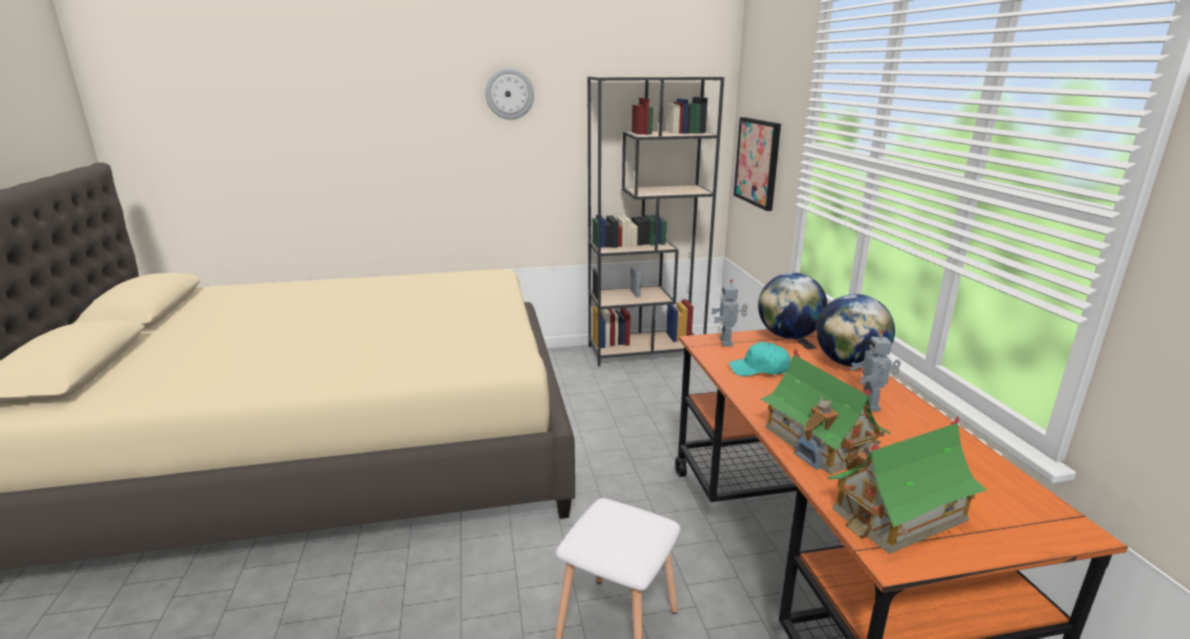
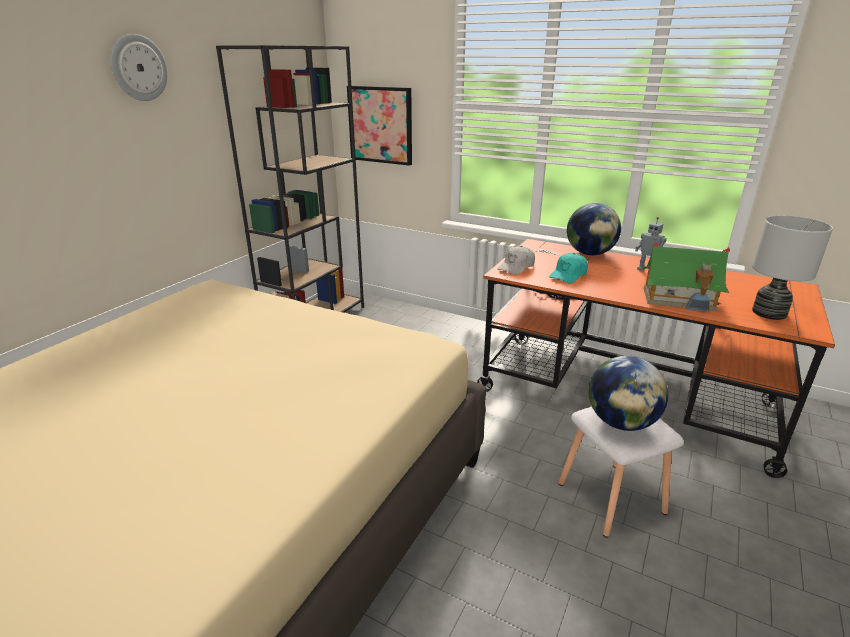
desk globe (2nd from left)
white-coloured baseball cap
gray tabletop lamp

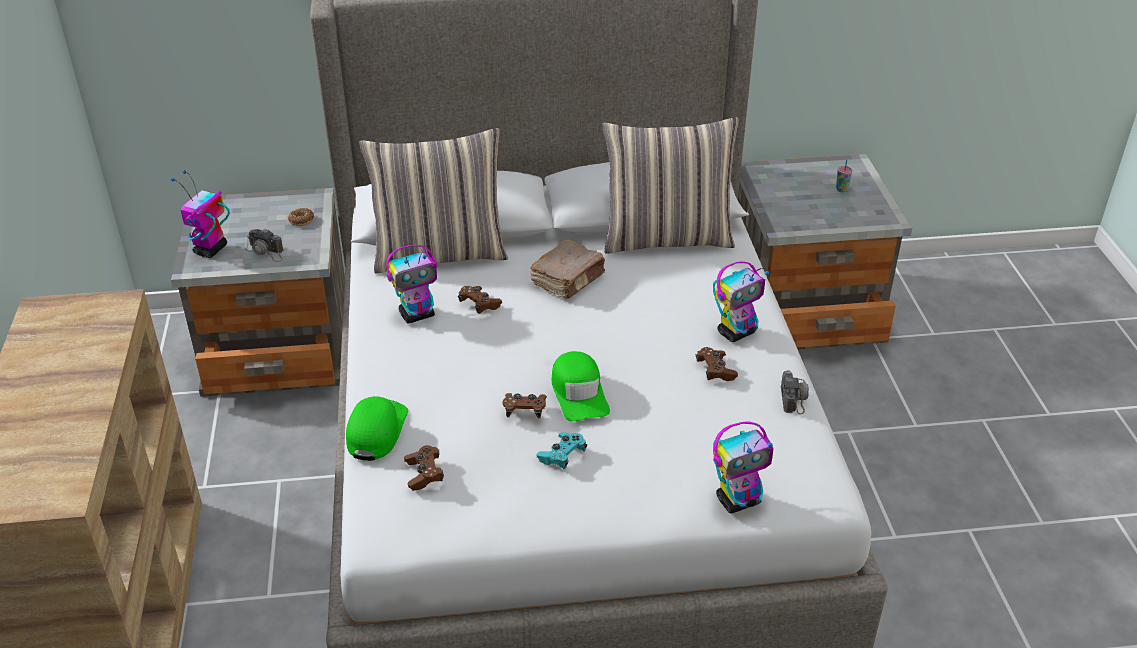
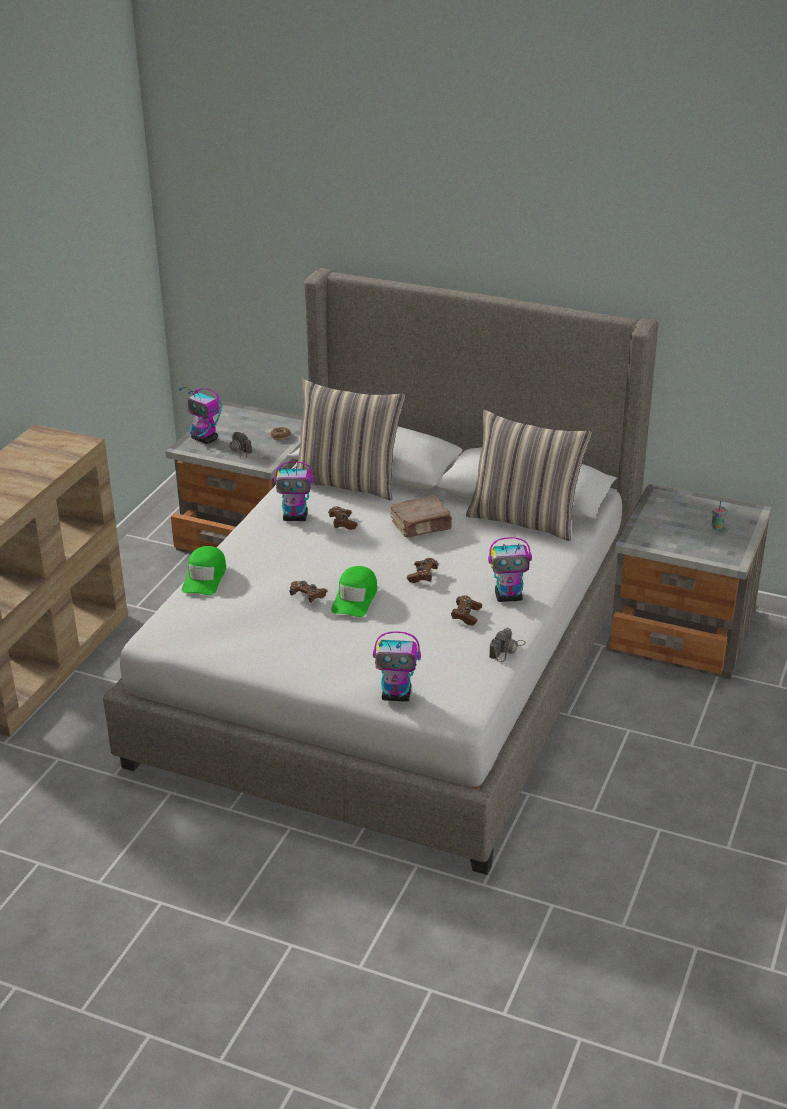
model robot (1st from left)
green baseball cap (1st from left)
blue-green game controller
brown game controller (3rd from left)

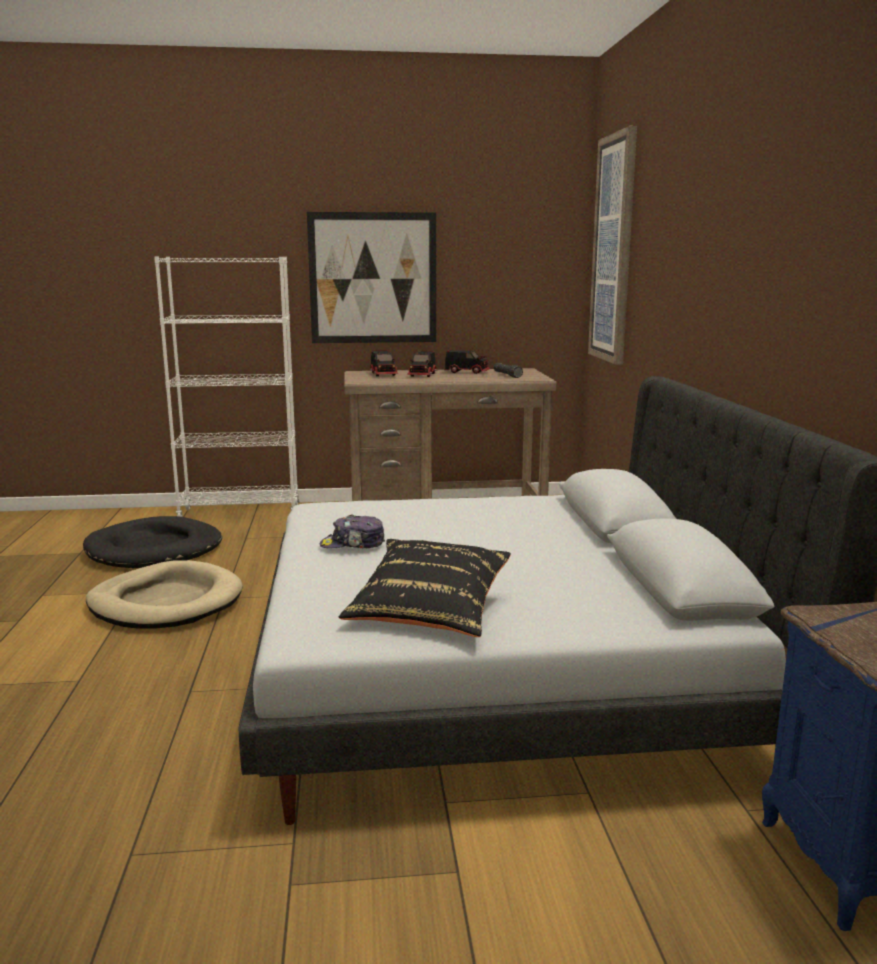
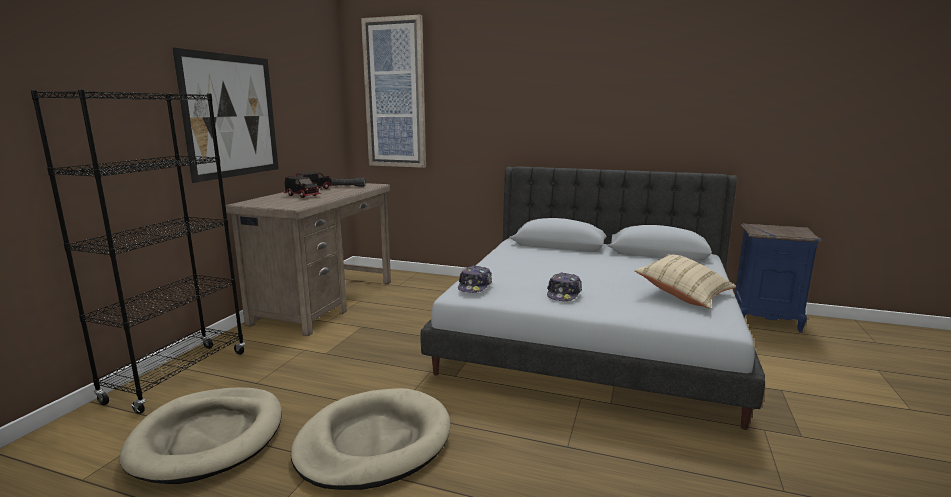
black bookcase
toy truck (1st from left in the first image)
beige dog cushion (1st from left)
beige throw pillow
baseball cap (1st from left)

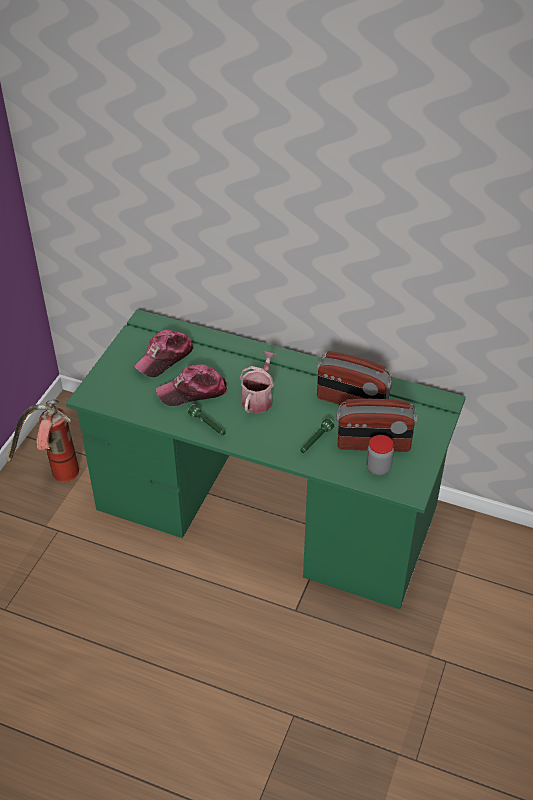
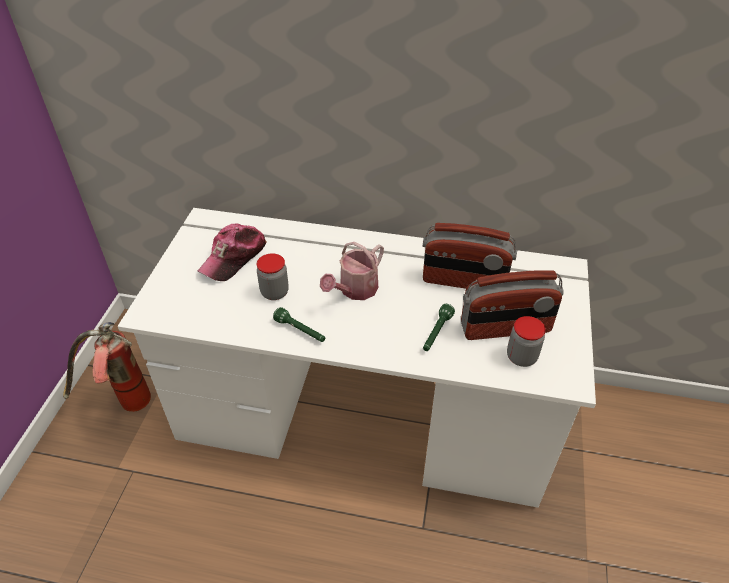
white-coloured desk
sprinkling can
jar (1st from left)

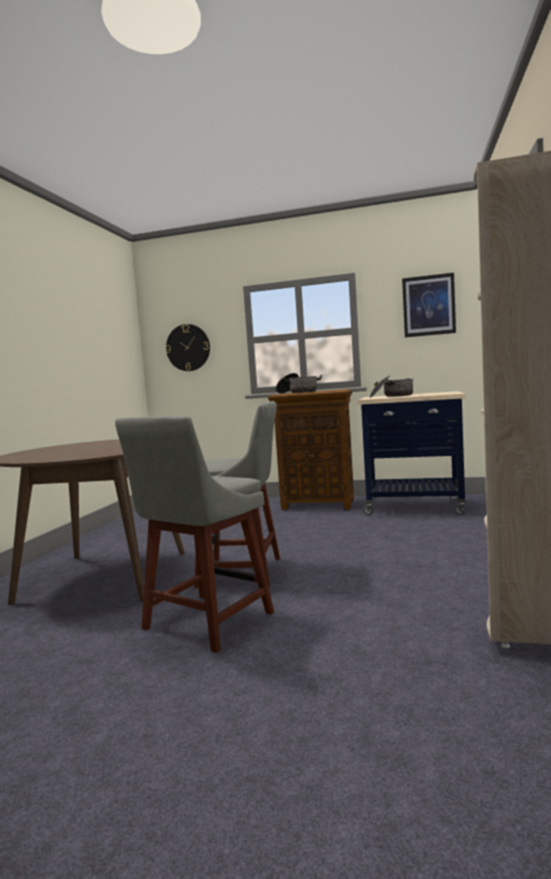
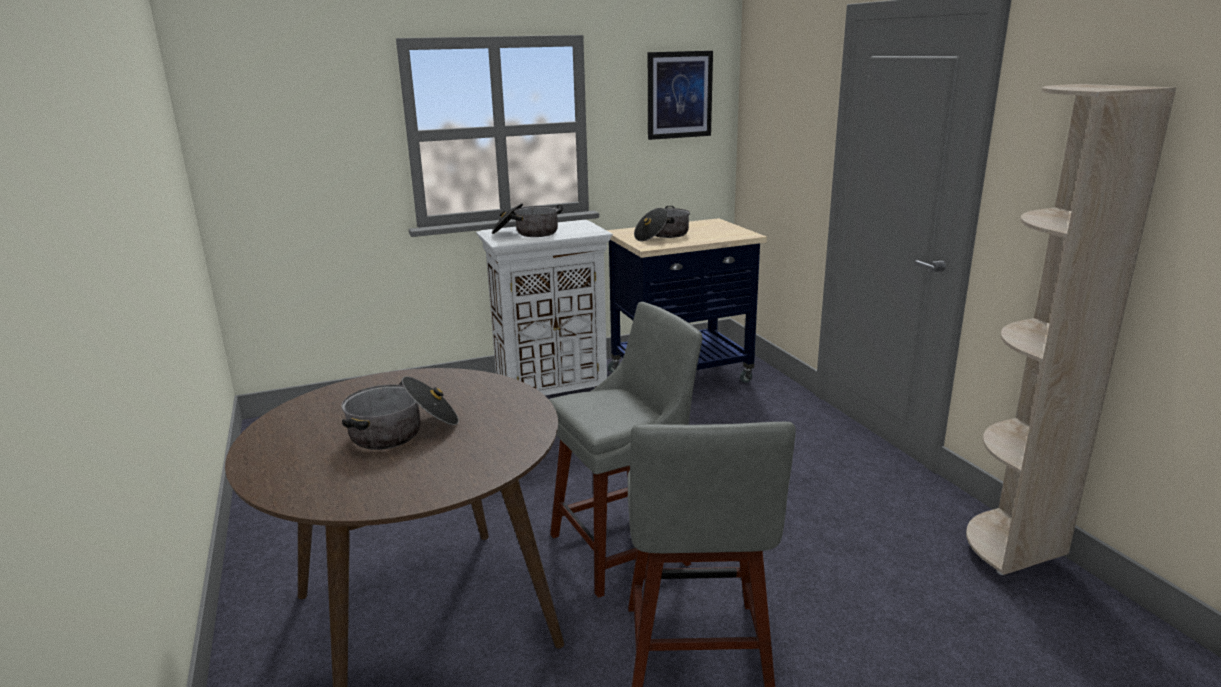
clock on the wall
white-coloured cabinet
cooking pot (1st from left)

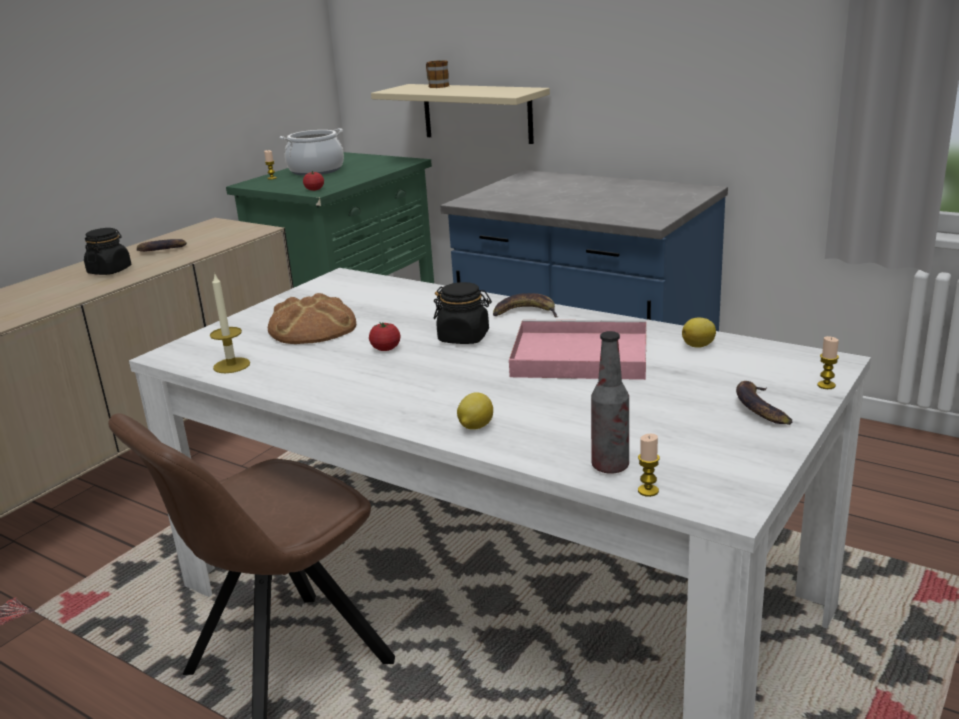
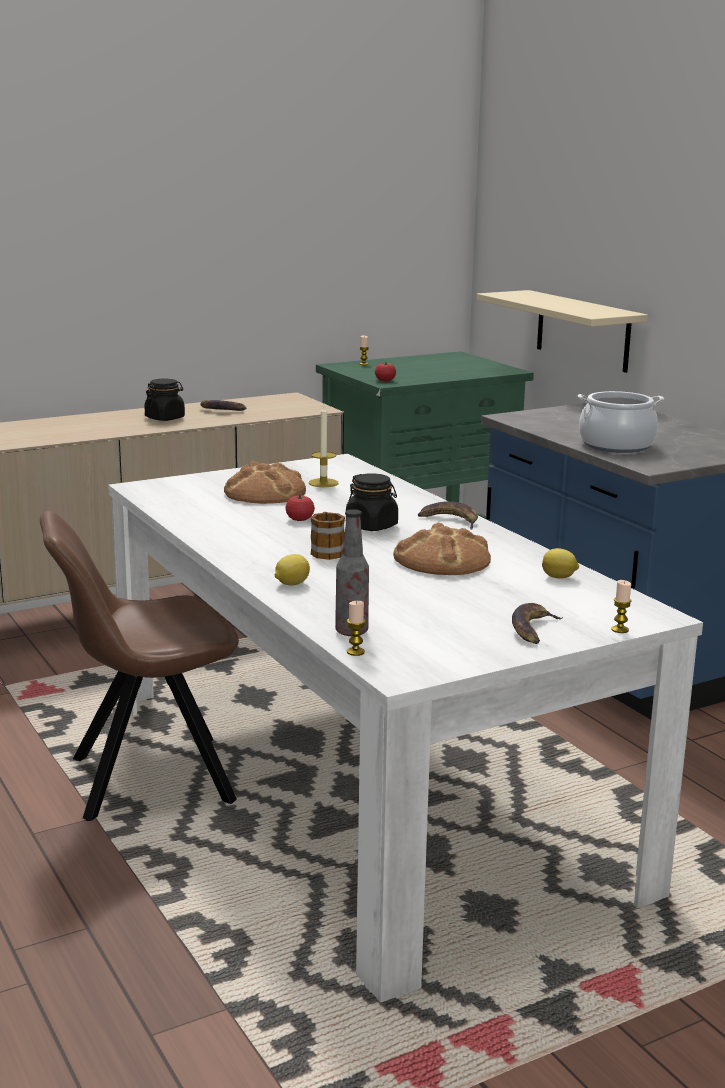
tea mug
cooking pot
wax candle (1st from left)
baked bread (2nd from left)

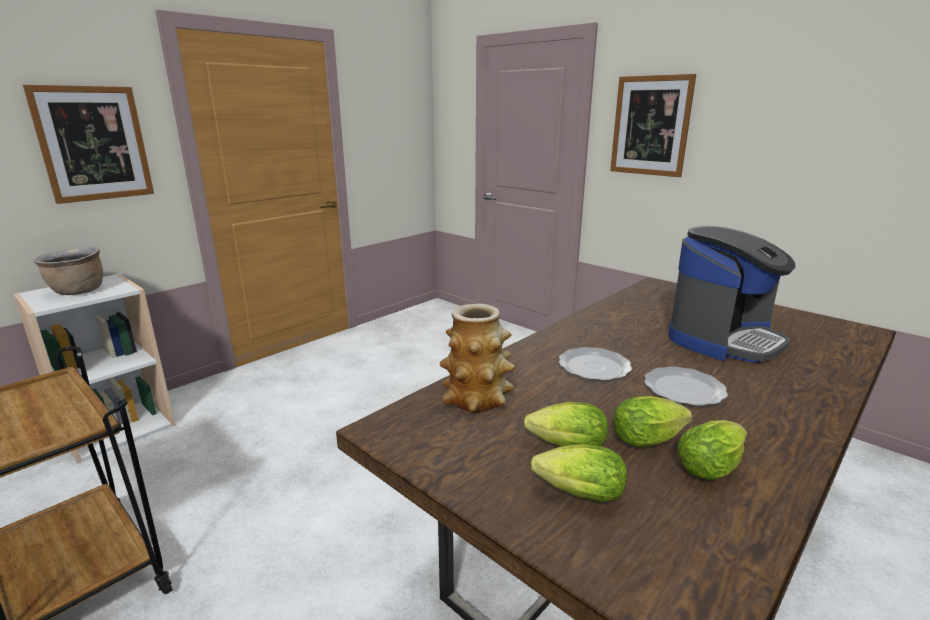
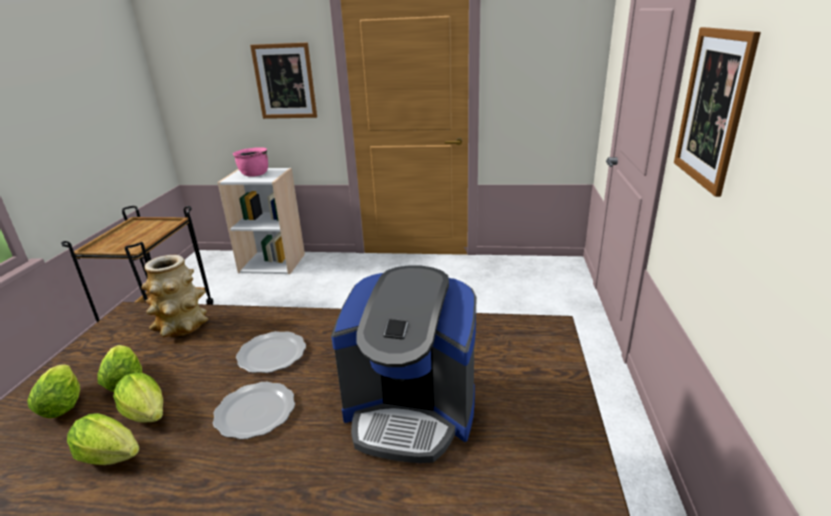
pink-coloured cooking pot

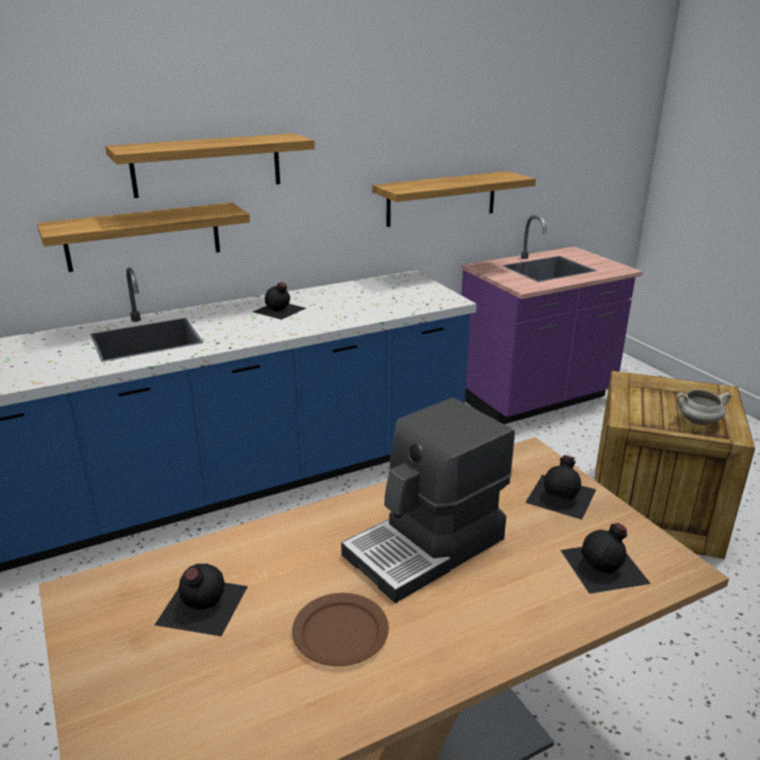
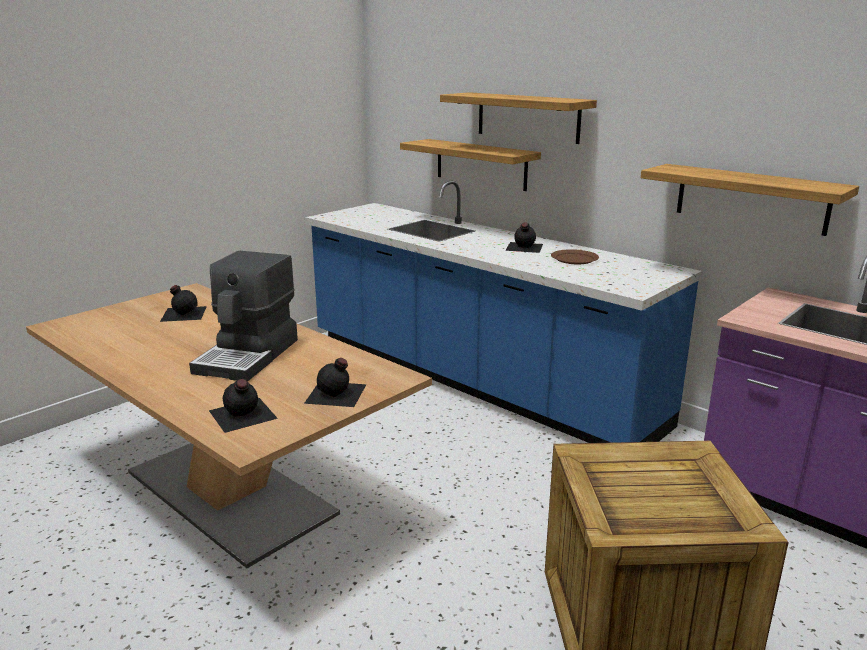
white-coloured cooking pot
coffee brewer
brown flat dish

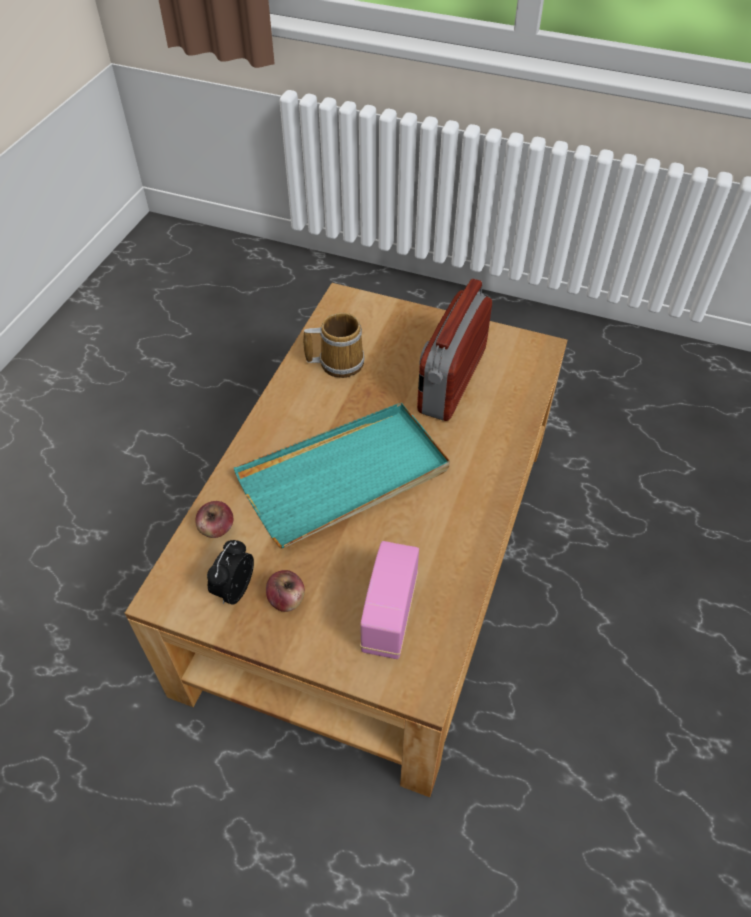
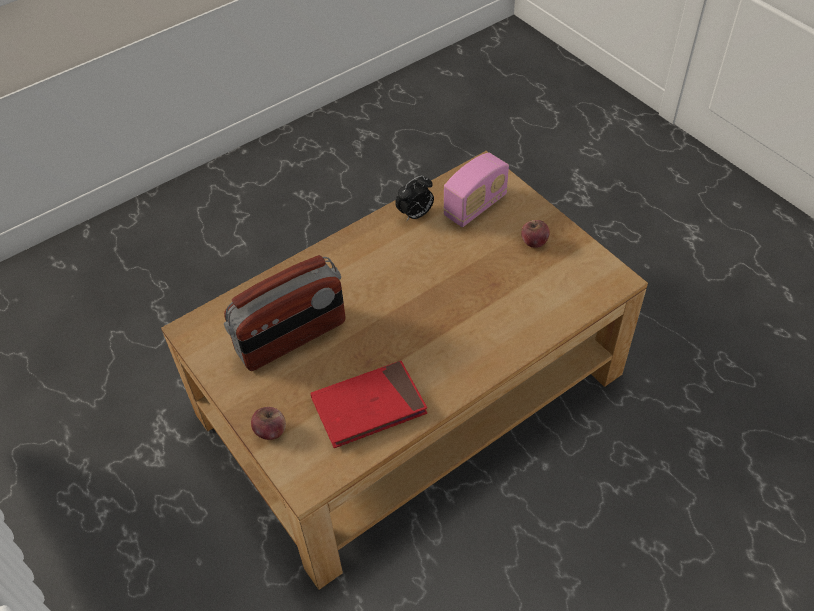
red book
blue-green carrying tray
whole apple (1st from left)
alarm clock

